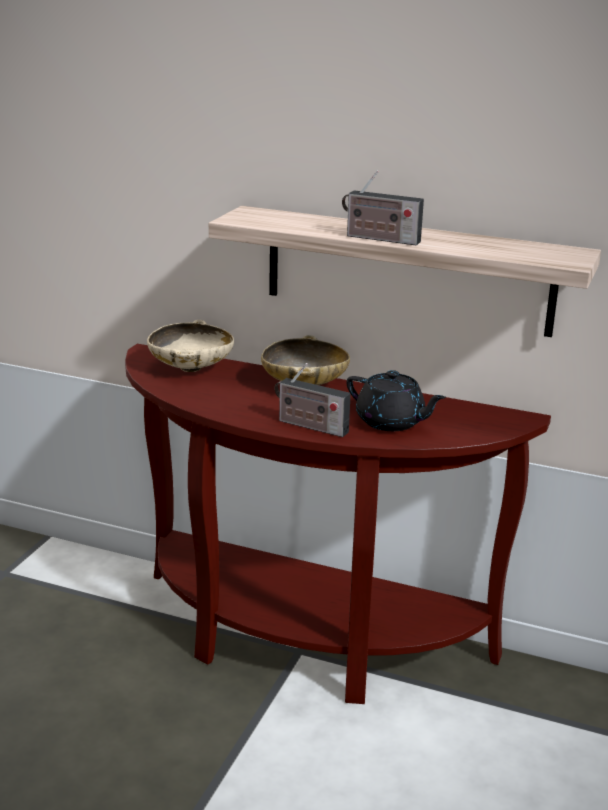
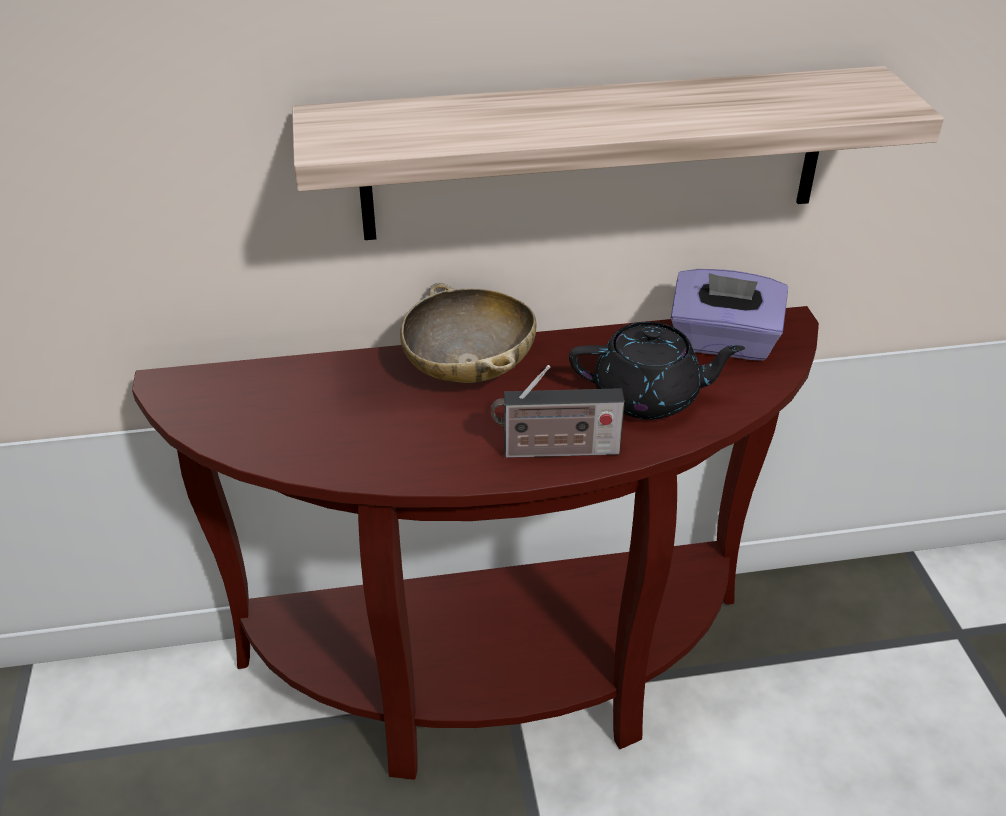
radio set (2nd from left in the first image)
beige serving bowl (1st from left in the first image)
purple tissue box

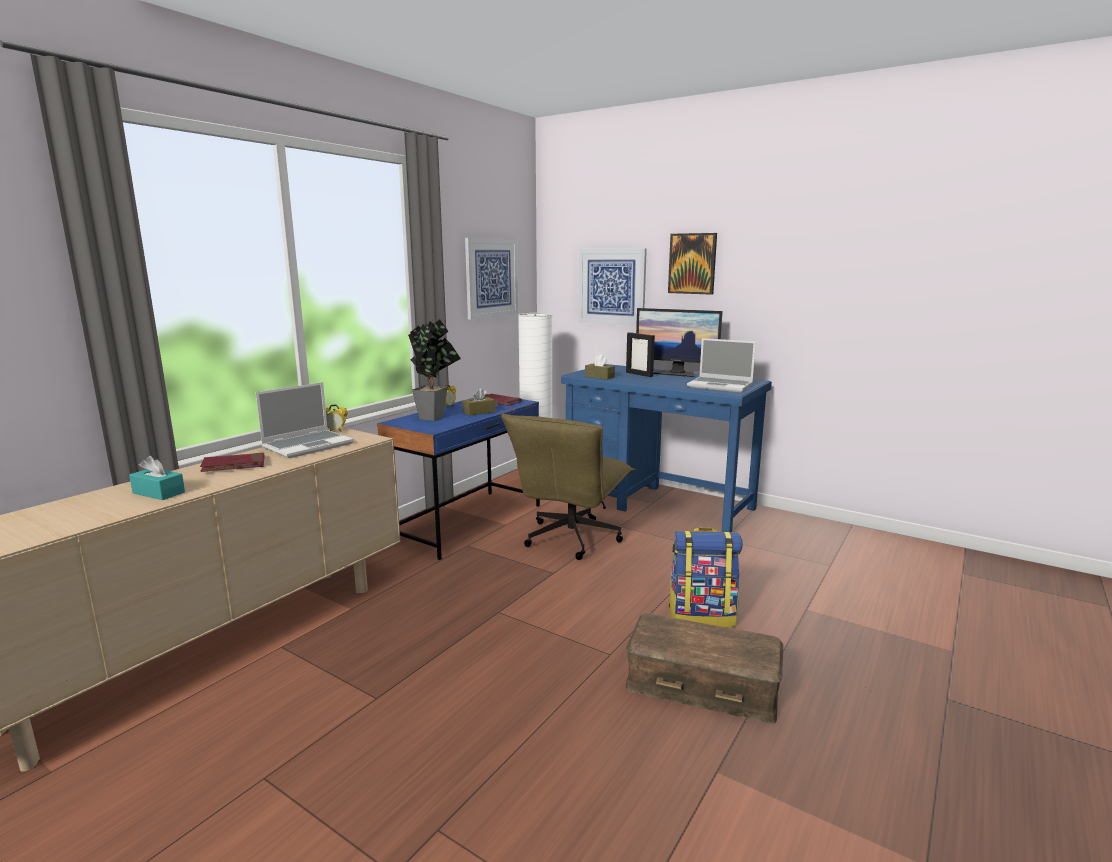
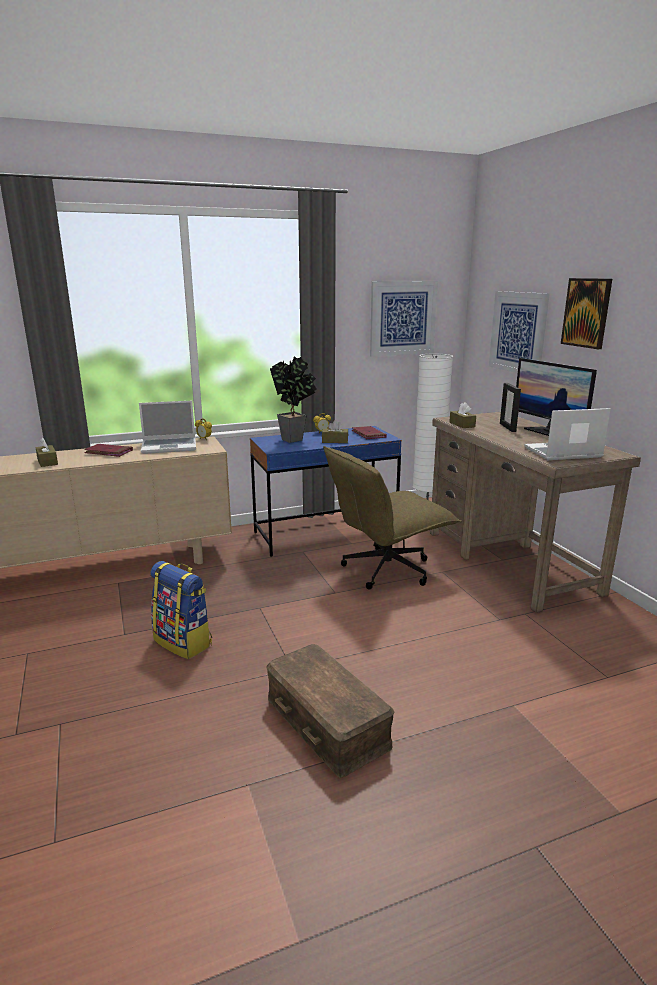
laptop (2nd from left)
brown desk
brown tissue box (1st from left)
knapsack

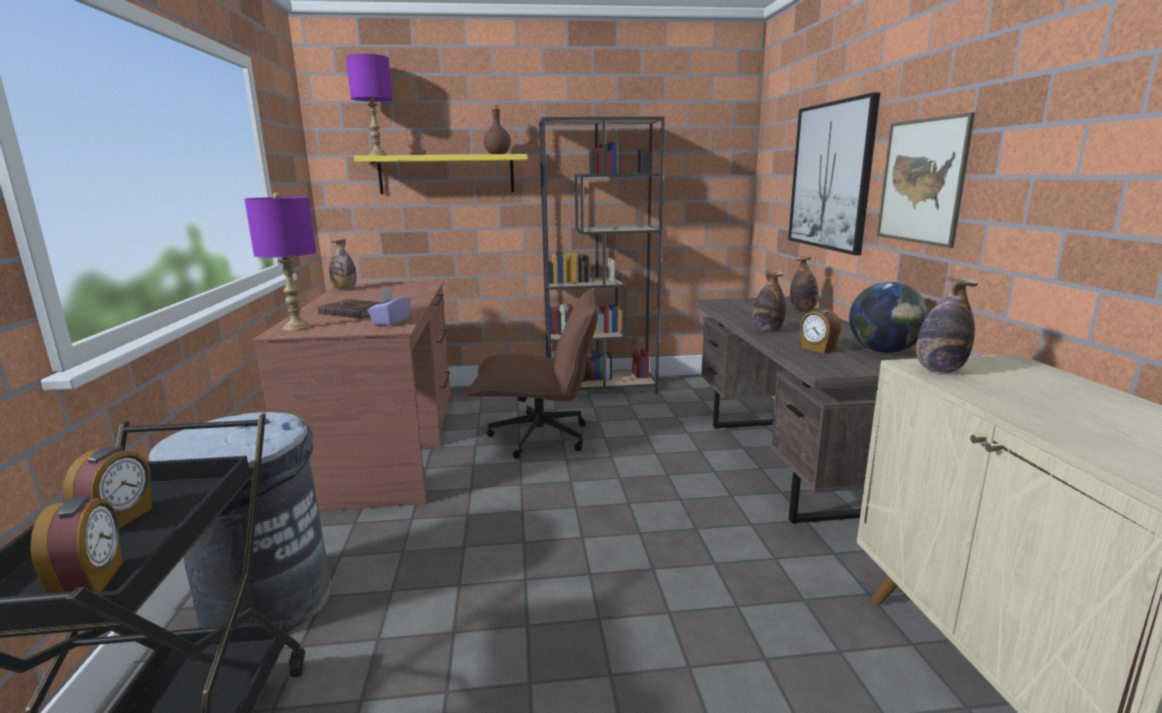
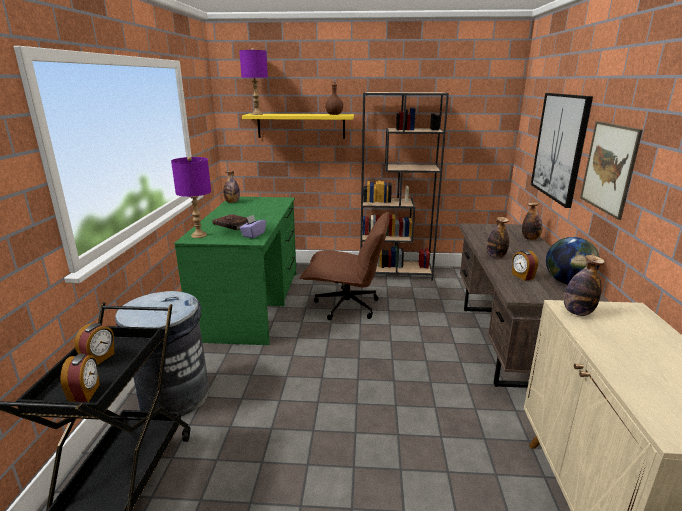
green desk

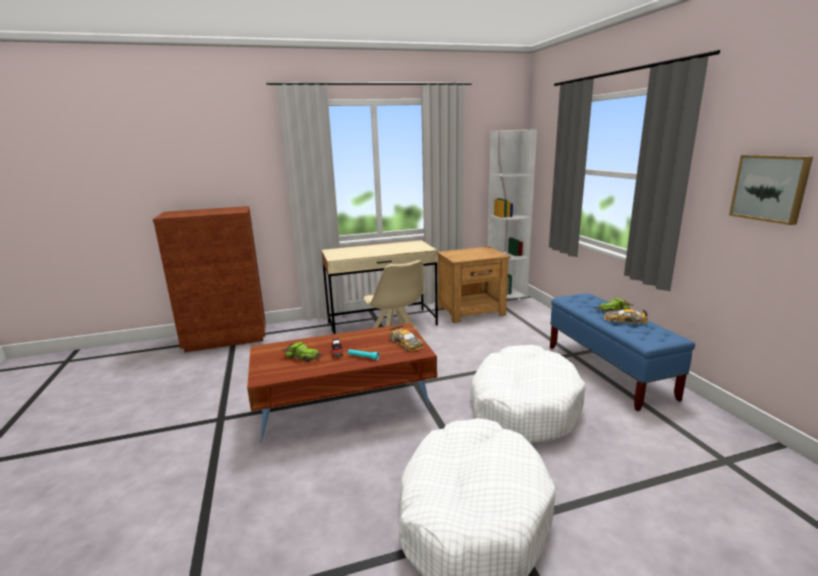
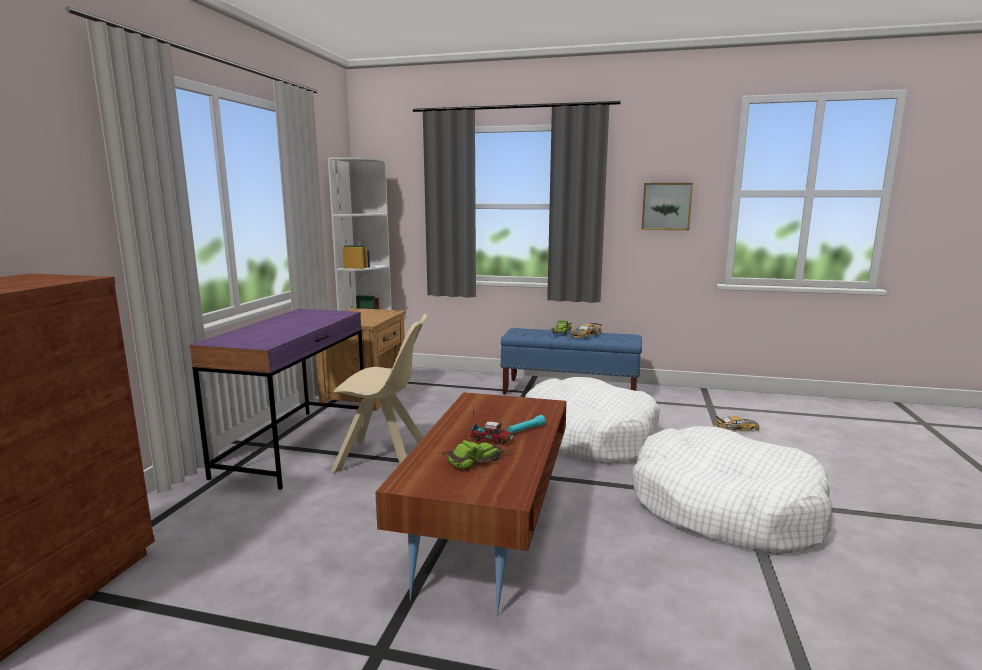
purple desk
toy car (4th from left)

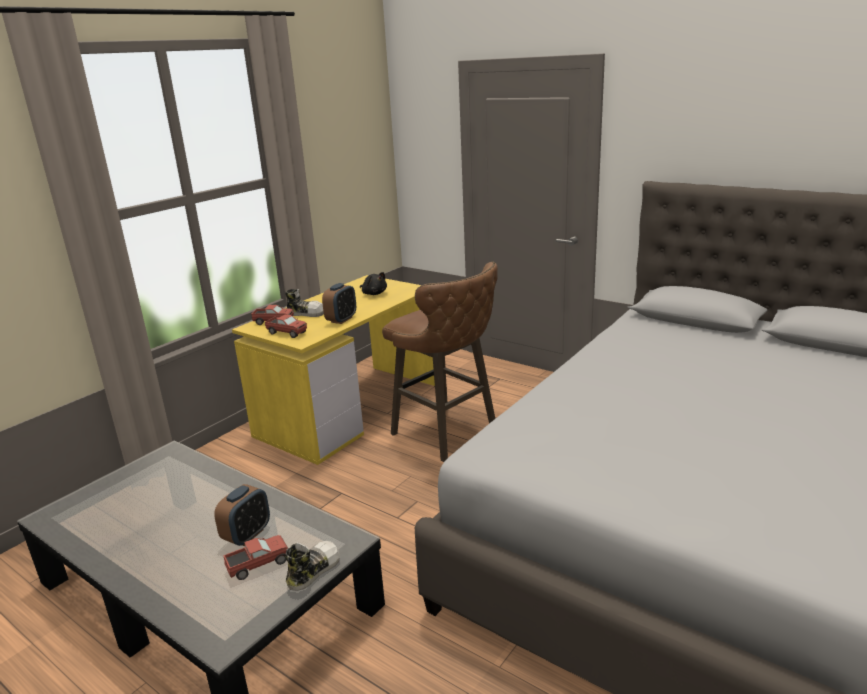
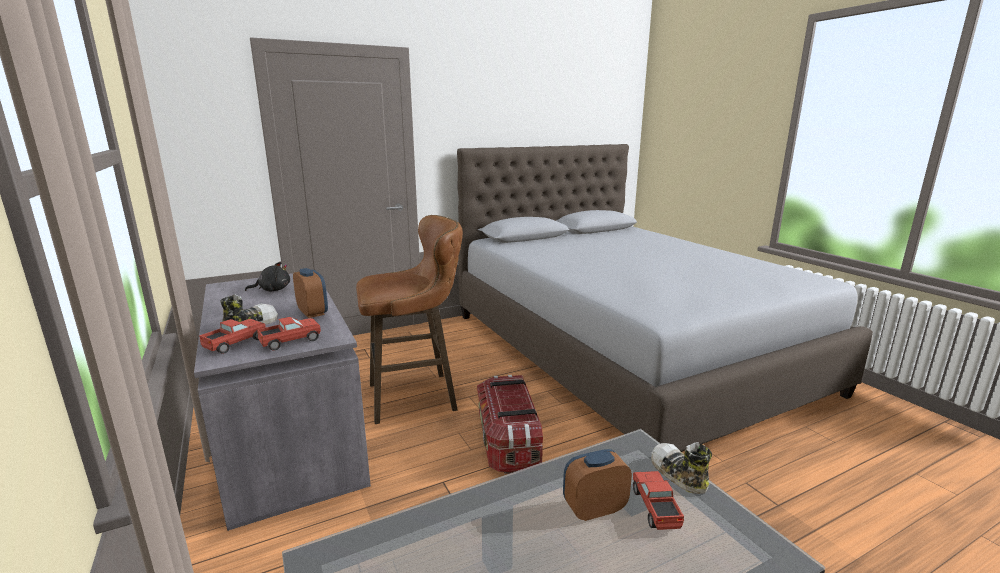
gray desk
alarm clock (2nd from left)
storage container

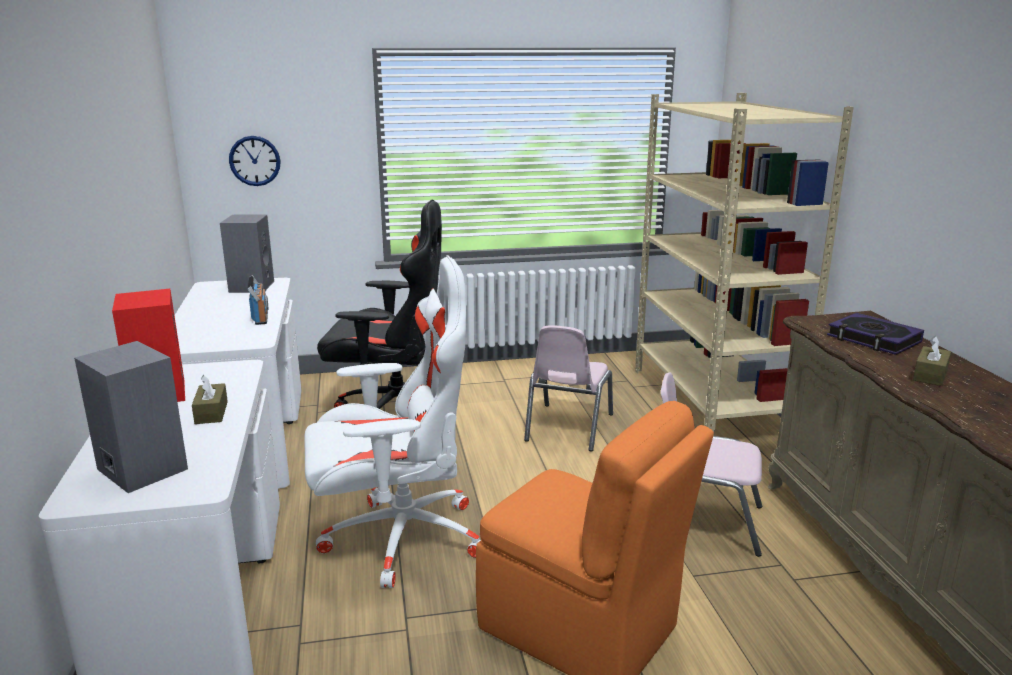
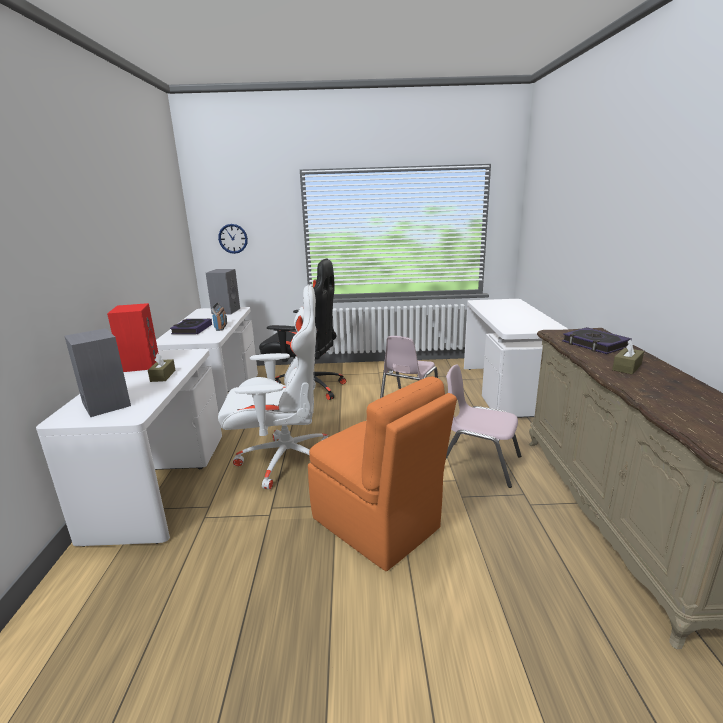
white-coloured desk (3rd from left)
book (1st from left)

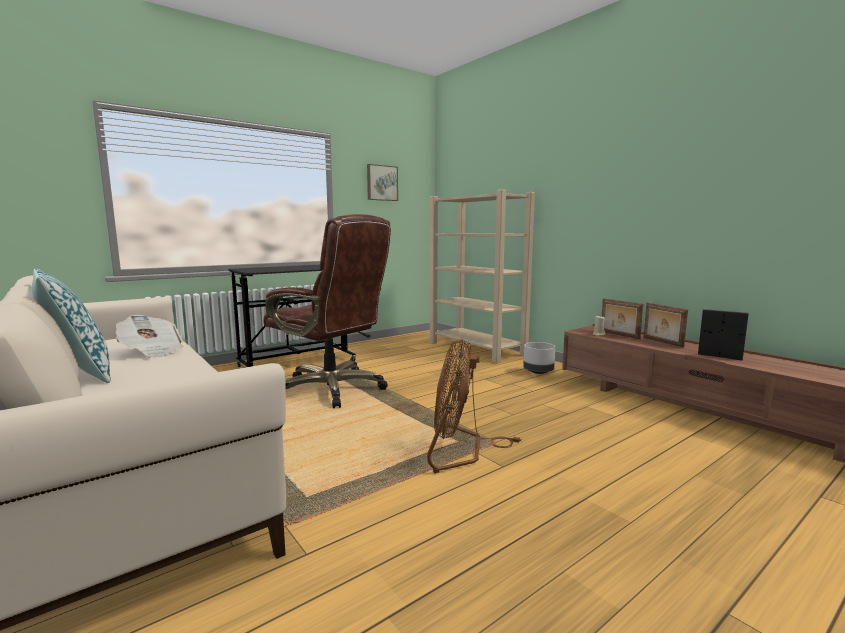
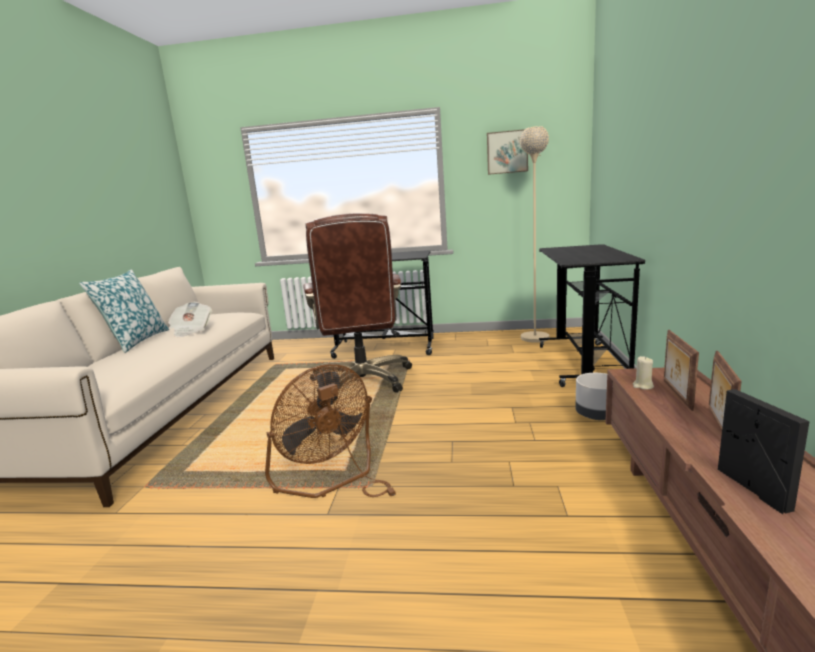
black desk (2nd from left)
beige standing lamp

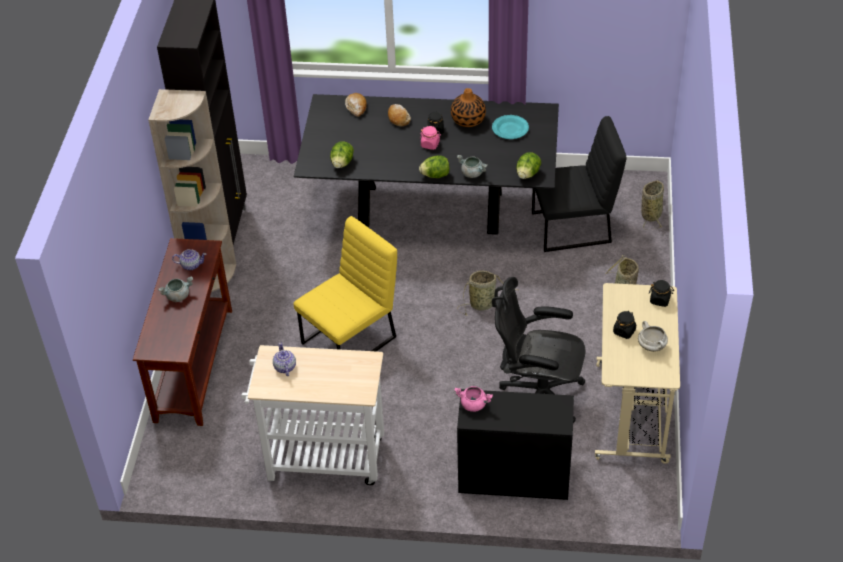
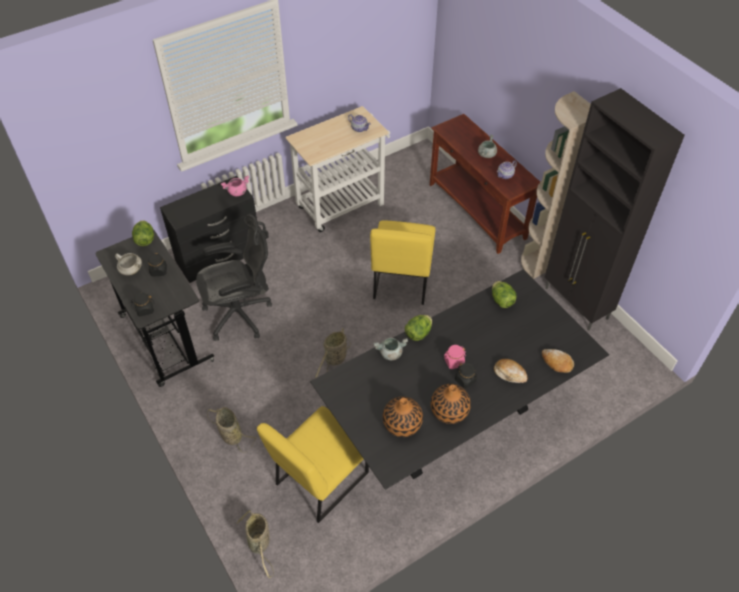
decorative vase (1st from left)
yellow chair (1st from left)
lettuce (1st from left)
black desk

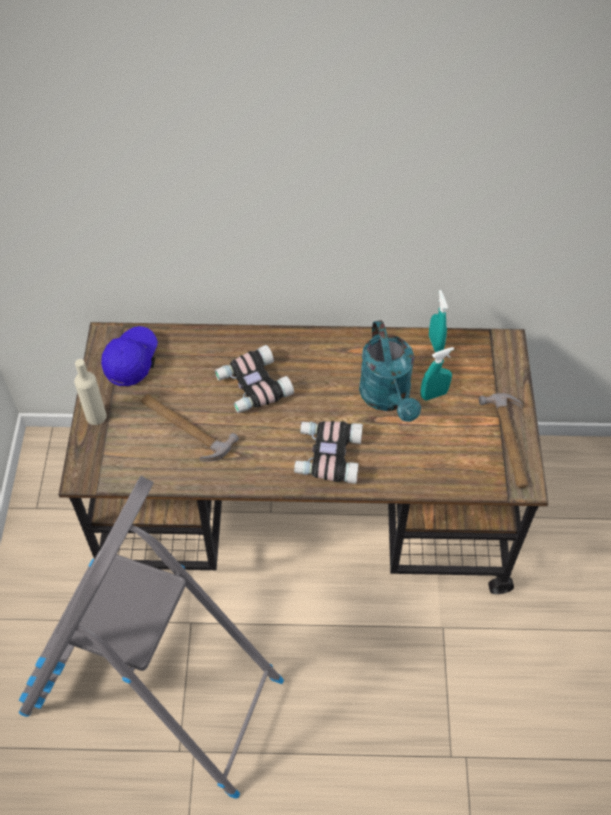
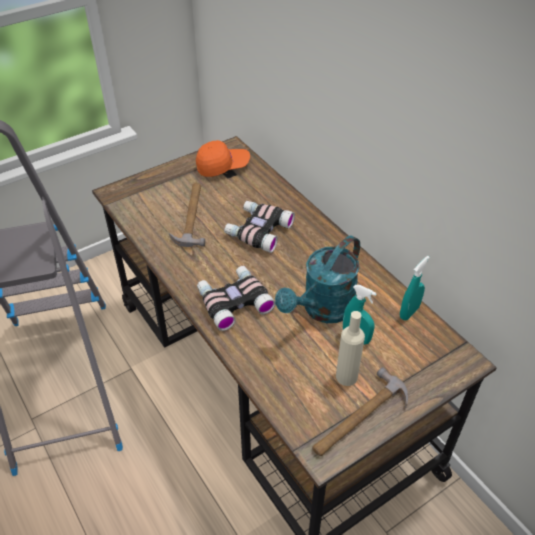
orange-coloured baseball cap
beige beverage bottle

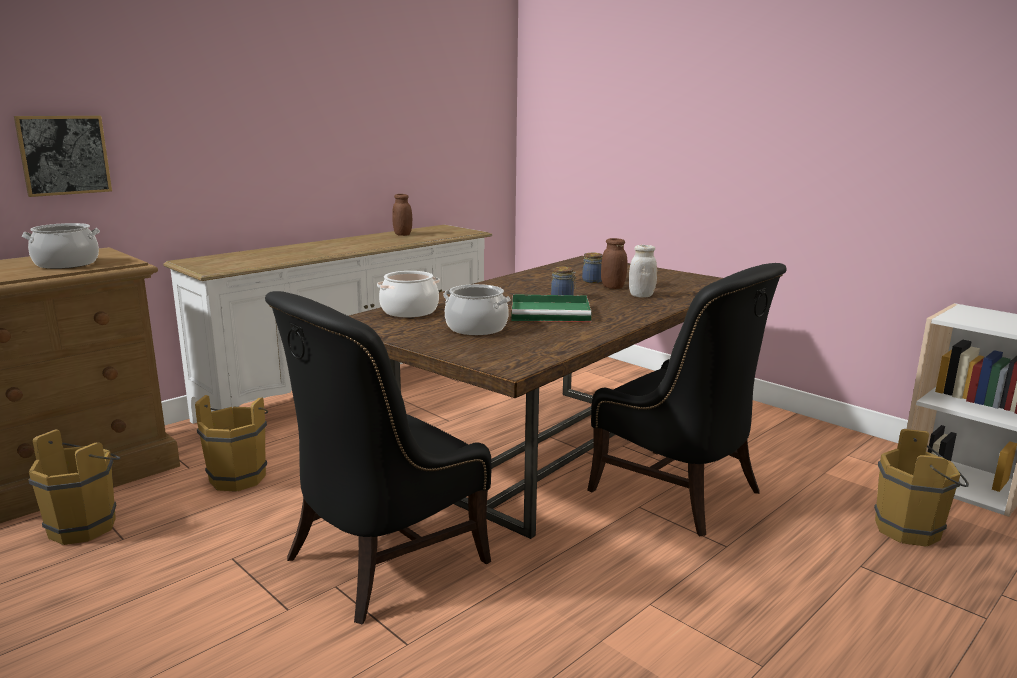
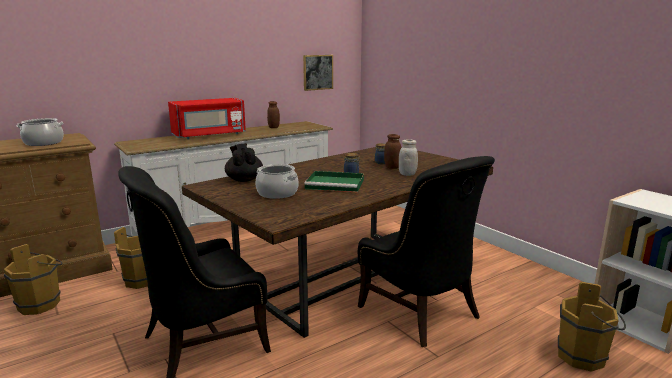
wall art
black pot for tea
red microwave

